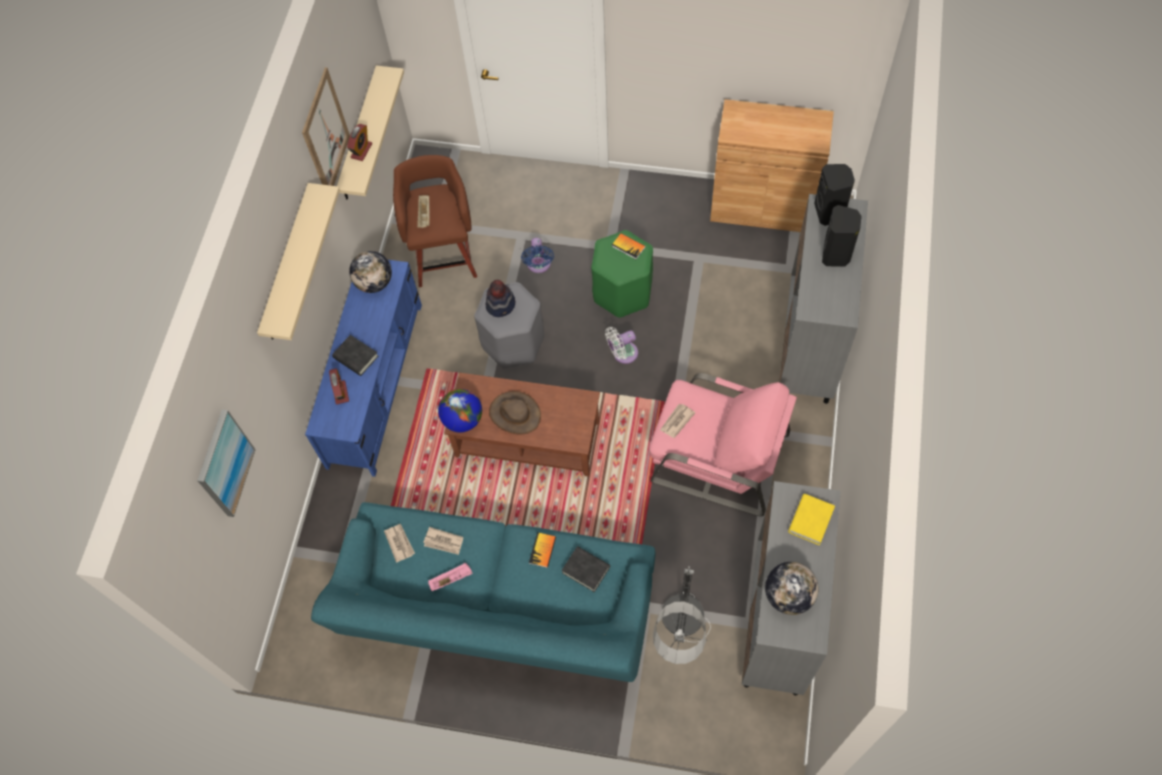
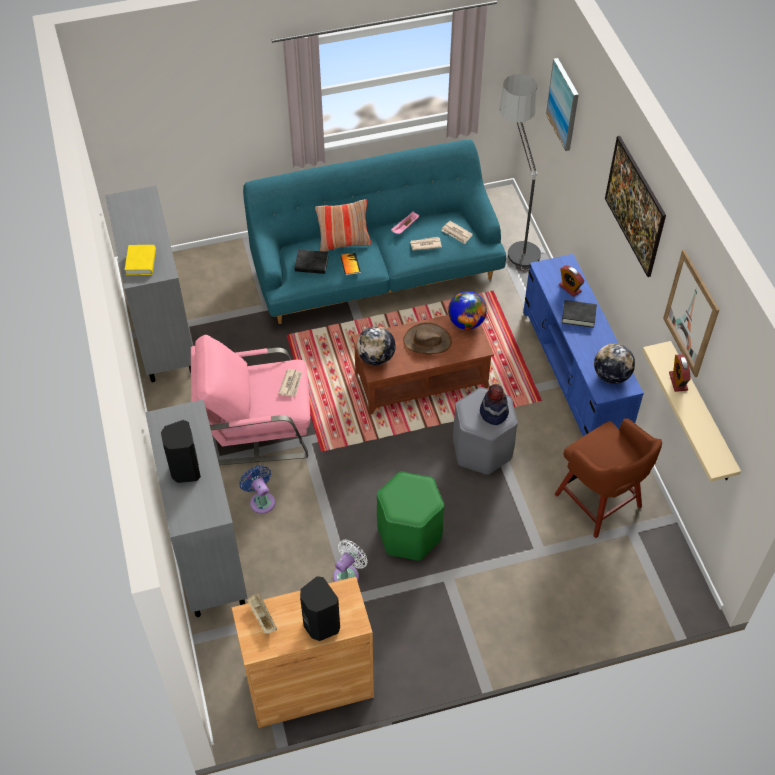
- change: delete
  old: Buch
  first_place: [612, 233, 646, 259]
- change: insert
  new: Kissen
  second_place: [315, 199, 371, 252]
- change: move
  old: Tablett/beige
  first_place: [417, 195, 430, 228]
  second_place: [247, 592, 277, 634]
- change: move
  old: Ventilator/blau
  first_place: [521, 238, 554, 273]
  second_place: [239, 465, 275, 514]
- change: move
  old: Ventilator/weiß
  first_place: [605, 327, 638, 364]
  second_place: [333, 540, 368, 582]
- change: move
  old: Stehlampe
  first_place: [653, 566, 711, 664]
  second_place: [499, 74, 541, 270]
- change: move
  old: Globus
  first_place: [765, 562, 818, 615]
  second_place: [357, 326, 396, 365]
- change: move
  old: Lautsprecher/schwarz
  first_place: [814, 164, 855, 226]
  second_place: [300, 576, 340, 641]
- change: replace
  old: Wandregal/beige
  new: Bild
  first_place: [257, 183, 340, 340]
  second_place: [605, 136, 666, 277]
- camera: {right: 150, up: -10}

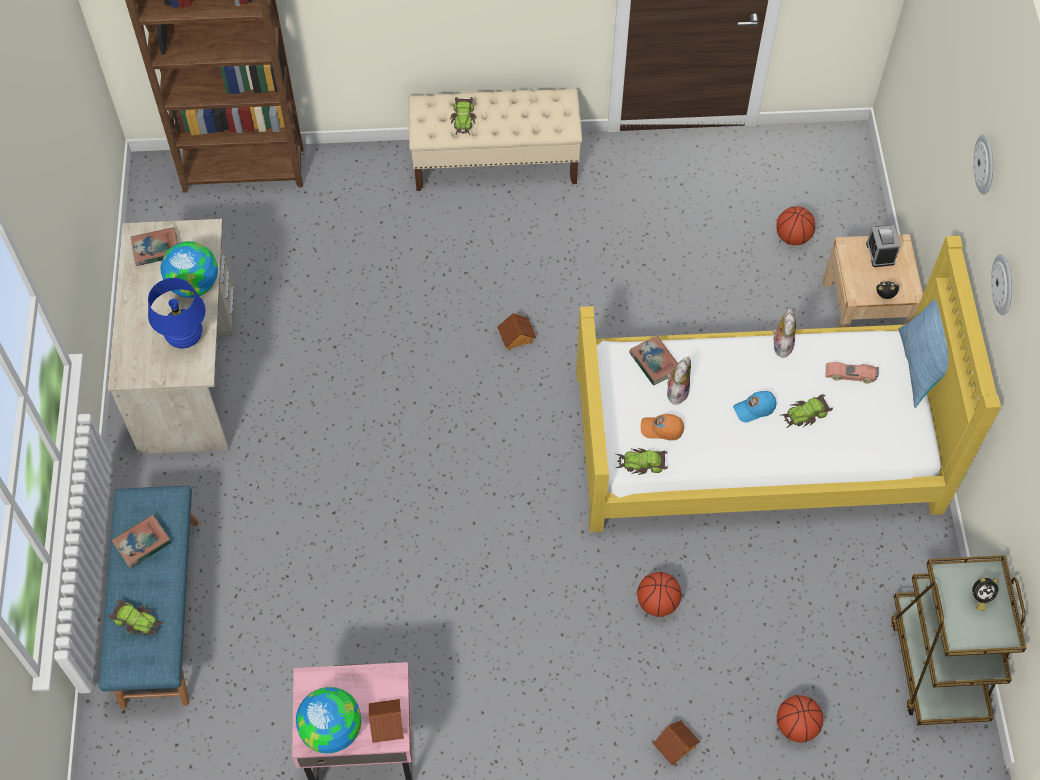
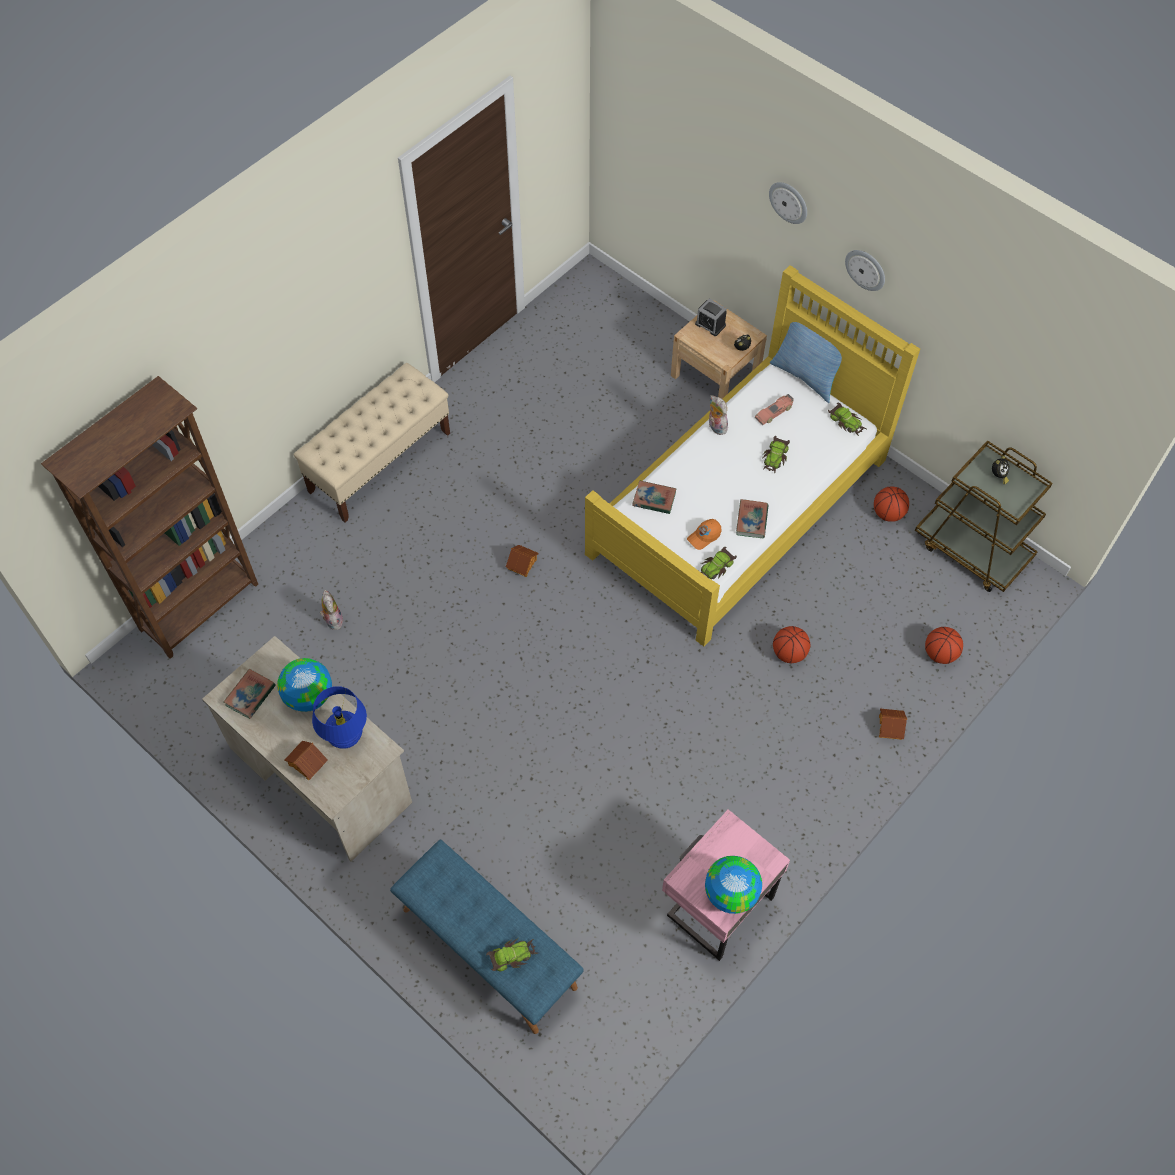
- change: delete
  old: Kappe/blau
  first_place: [733, 391, 776, 423]
- change: move
  old: Buch
  first_place: [111, 515, 171, 568]
  second_place: [736, 499, 769, 538]
- change: move
  old: Spielzeughaus
  first_place: [368, 699, 404, 743]
  second_place: [285, 741, 328, 780]
- change: move
  old: Spielzeugauto
  first_place: [450, 97, 477, 136]
  second_place: [828, 403, 868, 436]
- change: move
  old: Plüschtier
  first_place: [667, 357, 691, 405]
  second_place: [319, 590, 343, 630]
- change: move
  old: Basketball
  first_place: [776, 206, 815, 245]
  second_place: [874, 487, 909, 522]
- camera: {right: -45, up: 0}

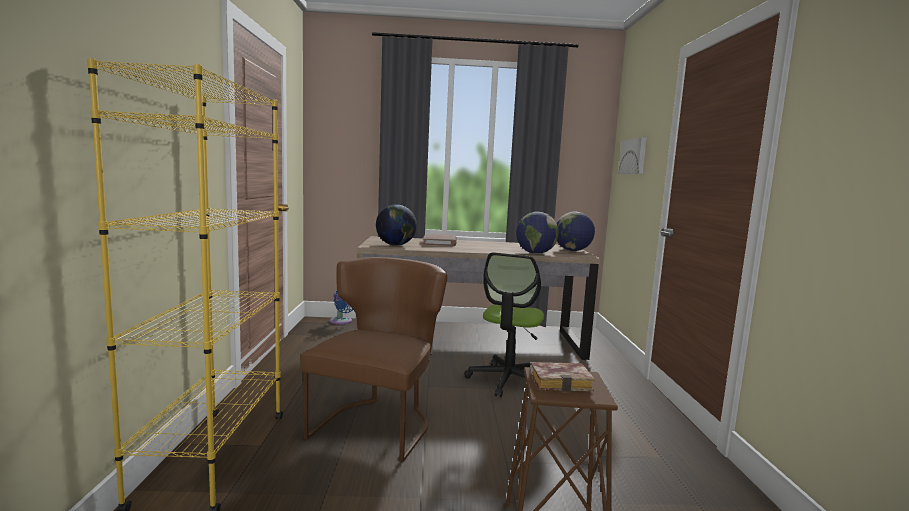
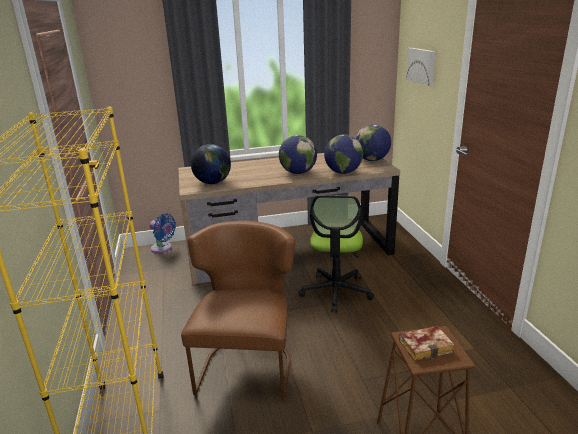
- change: delete
  old: Buch/braun
  first_place: [423, 234, 457, 246]
- change: insert
  new: Globus
  second_place: [279, 135, 317, 174]
- camera: {right: -10, up: 15}

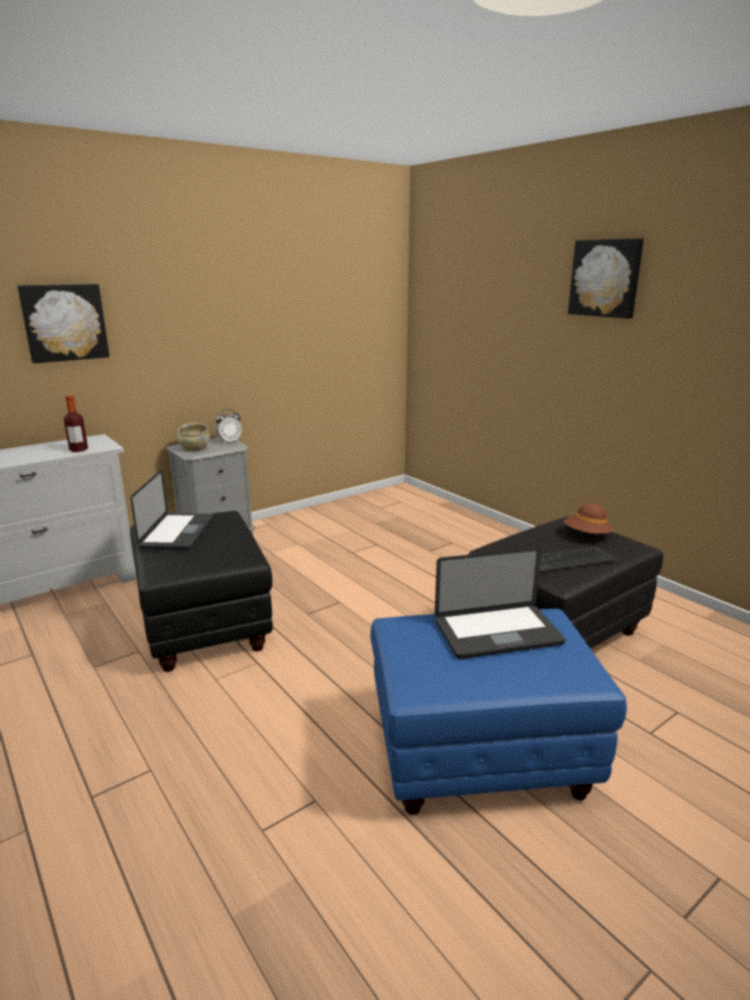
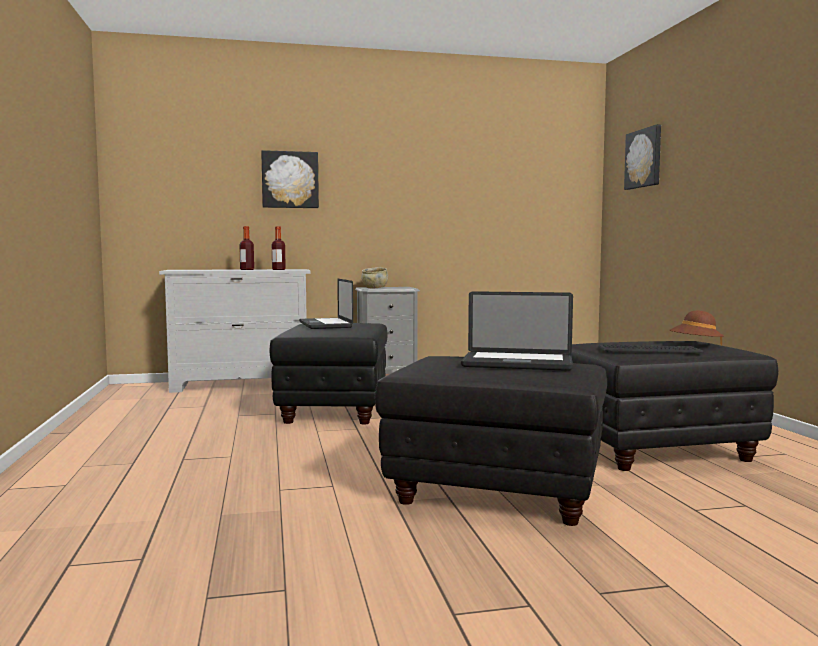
- change: delete
  old: Wecker
  first_place: [216, 409, 242, 444]
- change: insert
  new: Flasche
  second_place: [240, 226, 254, 270]
- change: move
  old: Bild
  first_place: [568, 238, 644, 319]
  second_place: [624, 124, 661, 190]
- change: recolor
  old: Polsterhocker/blau
  new: Polsterhocker/schwarz
  first_place: [370, 609, 627, 815]
  second_place: [375, 356, 607, 526]
- change: rotate
  old: Laptop
  first_place: [130, 469, 213, 550]
  second_place: [299, 279, 353, 329]
  degrees: 135
- camera: {right: 25, up: -15}

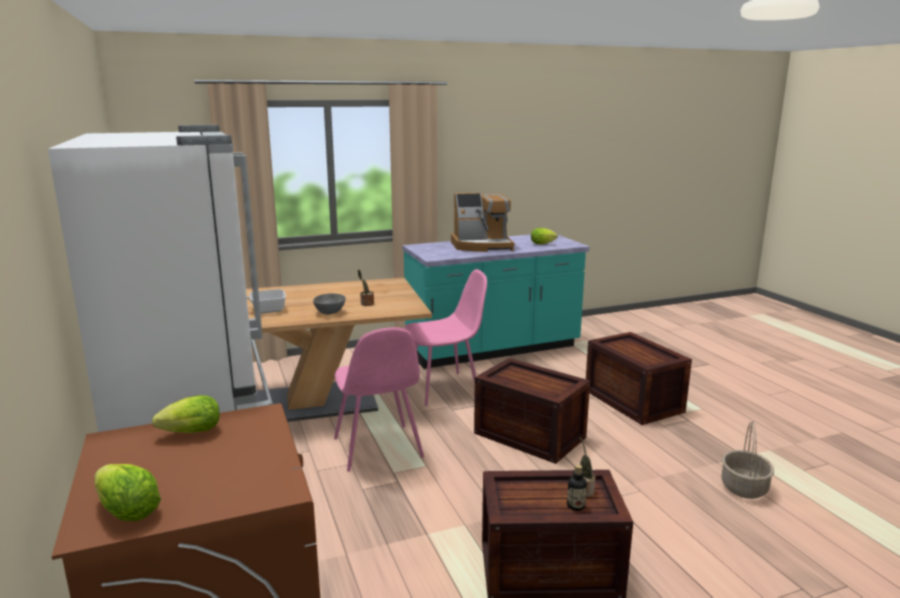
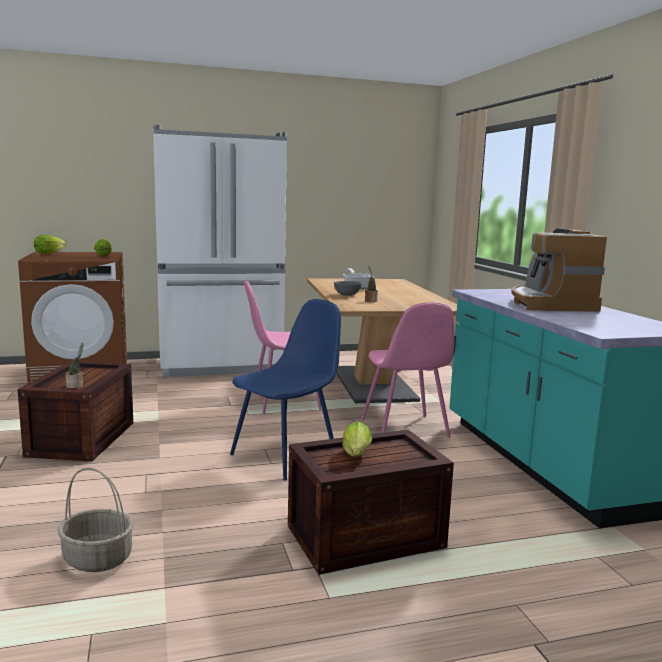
- change: delete
  old: Flasche
  first_place: [567, 464, 587, 511]
- change: move
  old: Salatkopf
  first_place: [531, 228, 558, 244]
  second_place: [342, 422, 372, 457]
- change: replace
  old: Kiste
  new: Stuhl/blau
  first_place: [474, 358, 590, 464]
  second_place: [230, 299, 341, 480]
- camera: {right: 95, up: -5}

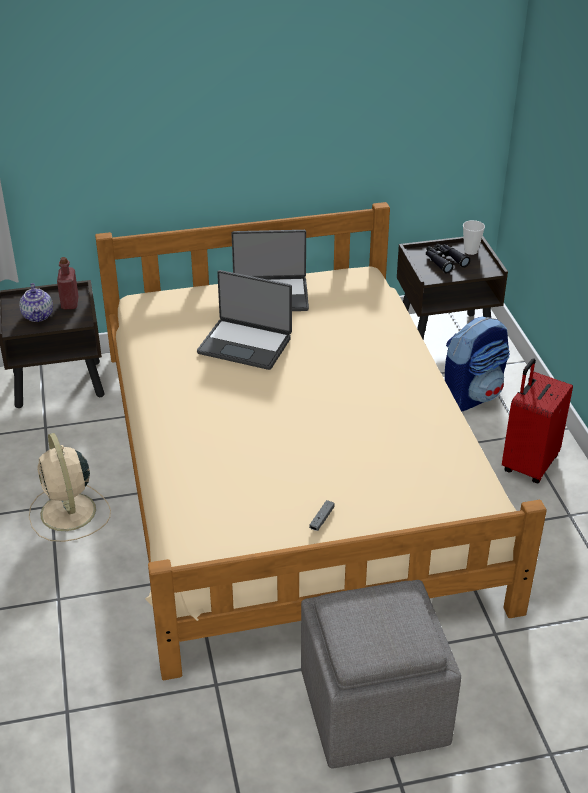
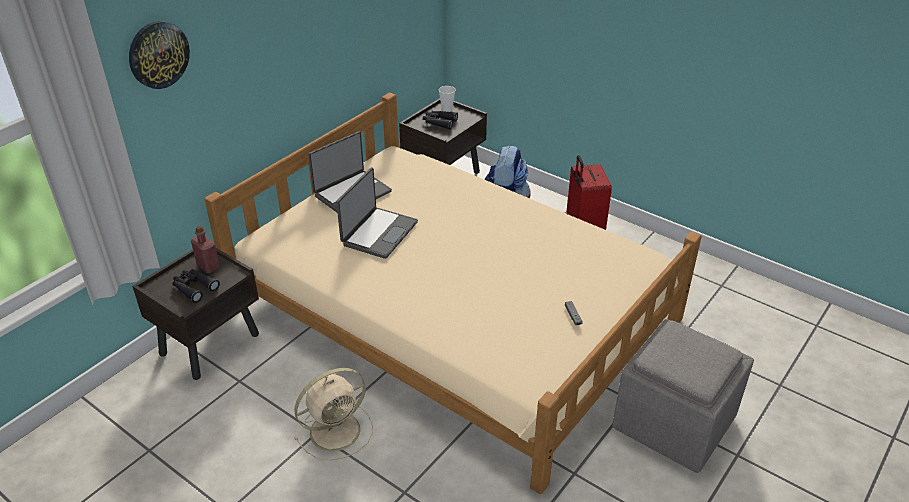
- change: insert
  new: Wanduhr
  second_place: [129, 21, 190, 89]
- change: replace
  old: Teekanne
  new: Fernglas/schwarz
  first_place: [19, 283, 53, 322]
  second_place: [173, 269, 220, 303]
- change: rotate
  old: Ventilator/beige
  first_place: [29, 433, 111, 542]
  second_place: [294, 368, 373, 461]
  degrees: -60
- change: rotate
  old: Laptop
  first_place: [197, 270, 292, 370]
  second_place: [336, 167, 418, 259]
  degrees: -45
- camera: {right: -40, up: 0}

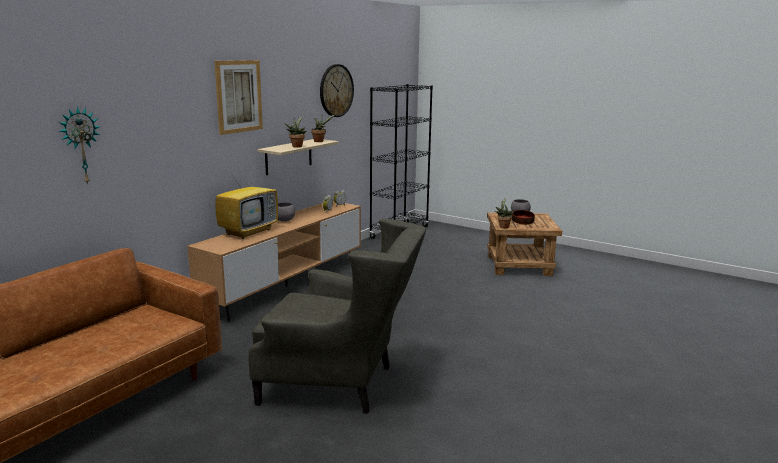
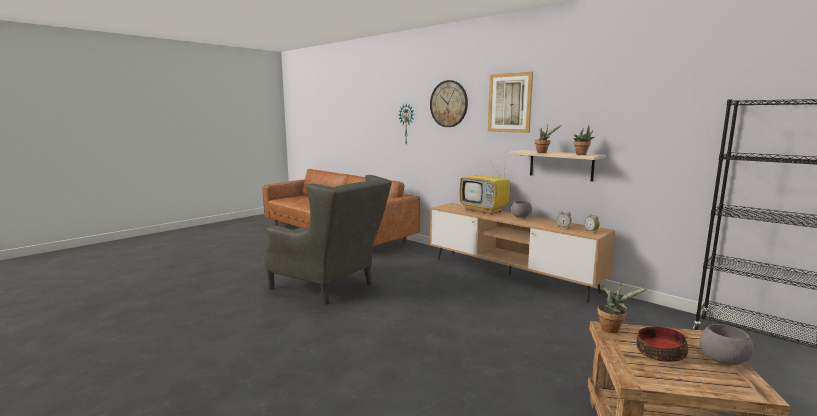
- change: move
  old: Wanduhr
  first_place: [320, 64, 354, 117]
  second_place: [430, 80, 468, 127]
- change: rotate
  old: Sessel/grau
  first_place: [248, 218, 426, 414]
  second_place: [264, 175, 392, 305]
  degrees: -75
- camera: {right: 100, up: -5}

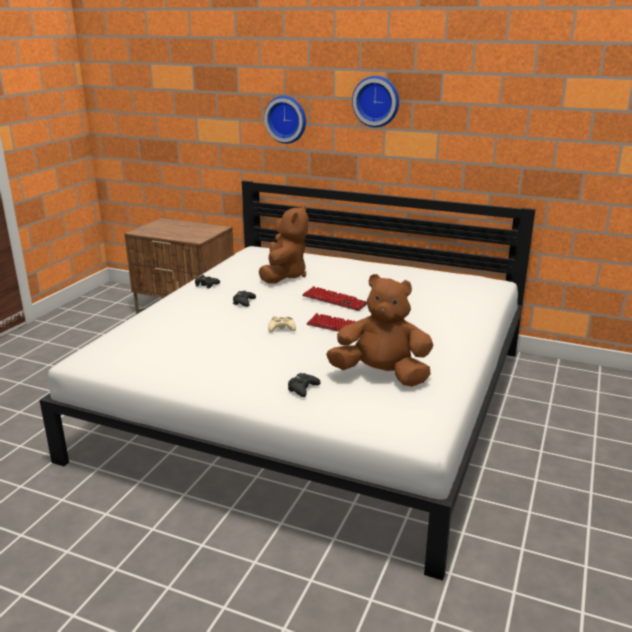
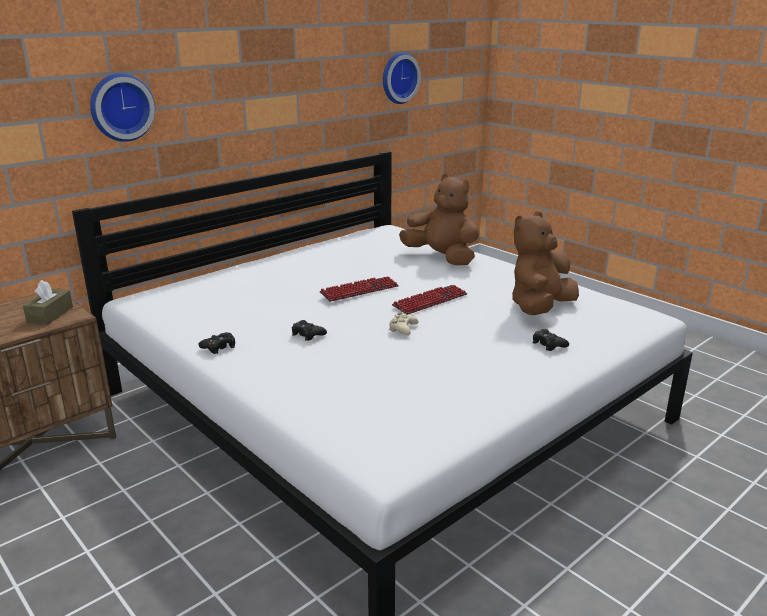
- change: insert
  new: Taschentuchbox/braun
  second_place: [23, 280, 73, 325]
- change: move
  old: Plüschtier/braun
  first_place: [259, 205, 308, 283]
  second_place: [399, 174, 479, 266]
- change: move
  old: Wanduhr
  first_place: [352, 76, 399, 127]
  second_place: [383, 52, 421, 104]
- camera: {right: -65, up: 0}

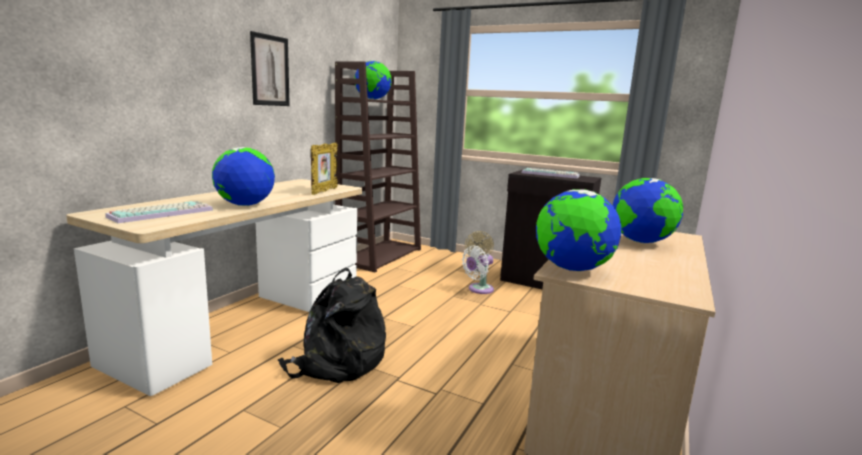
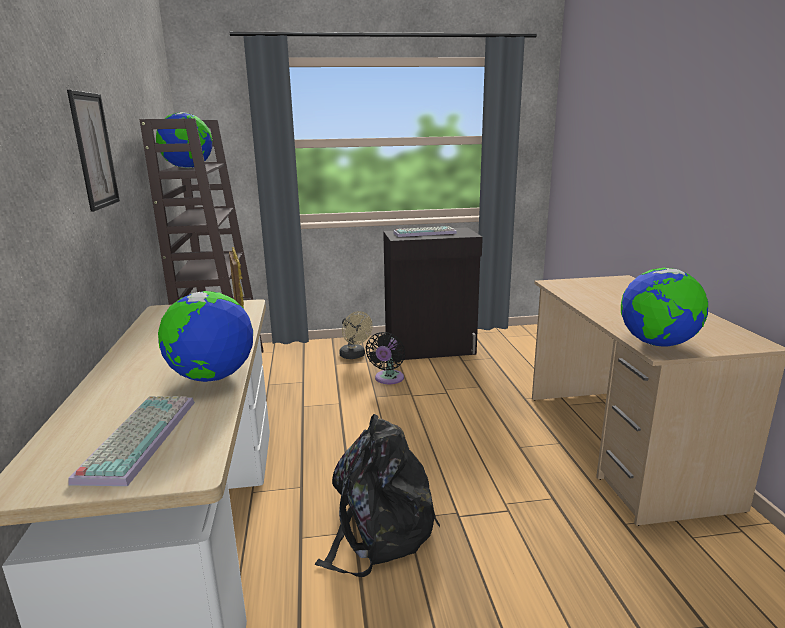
- change: delete
  old: Globus
  first_place: [613, 178, 683, 243]
- change: recolor
  old: Ventilator/weiß
  new: Ventilator/schwarz
  first_place: [462, 246, 494, 294]
  second_place: [366, 332, 405, 384]
- camera: {right: -35, up: 5}

